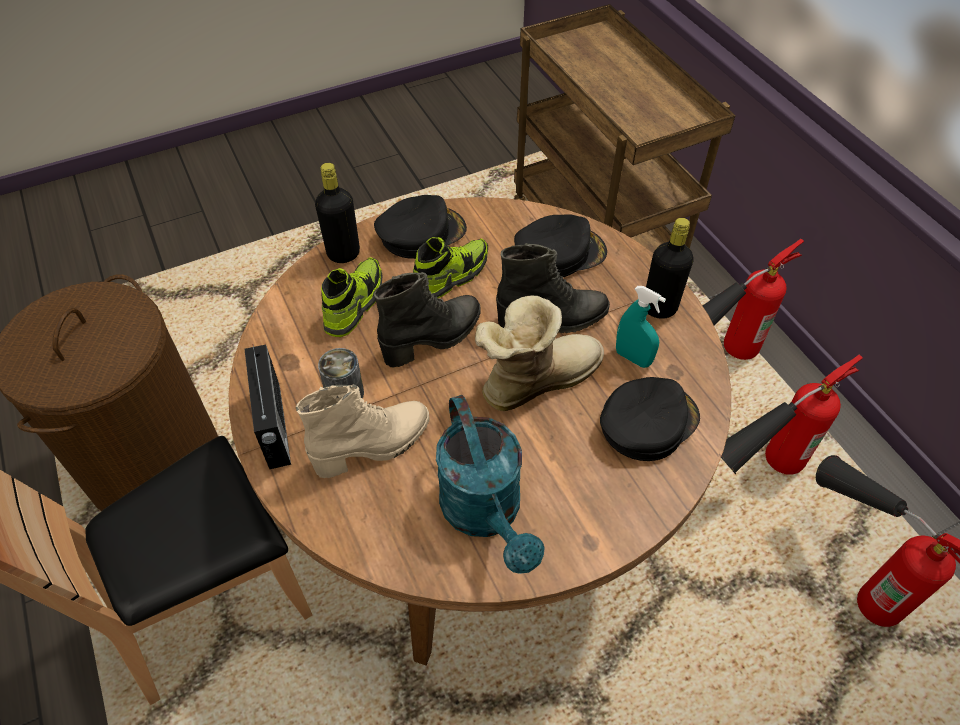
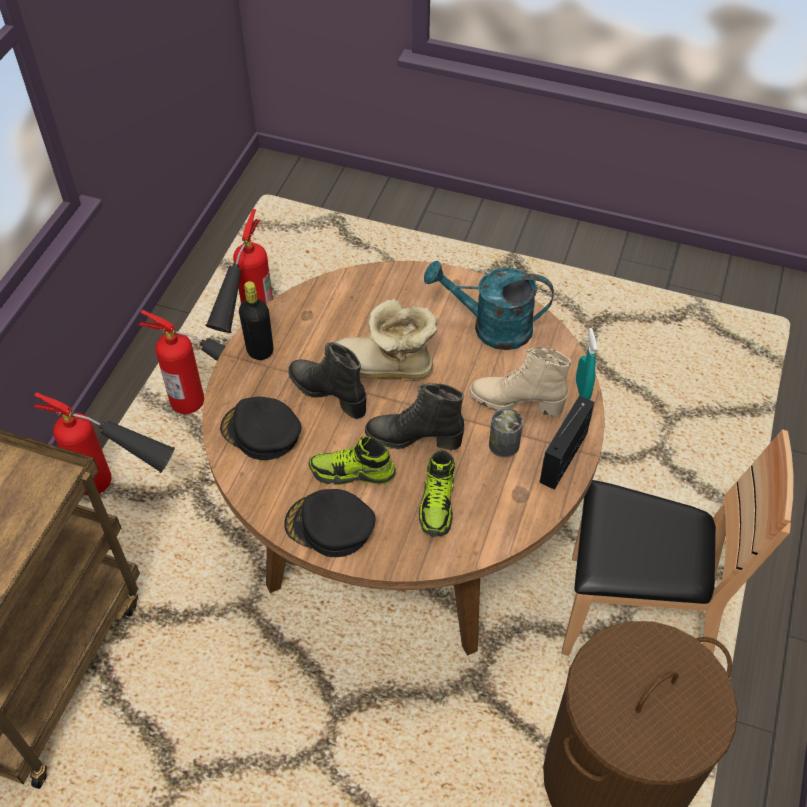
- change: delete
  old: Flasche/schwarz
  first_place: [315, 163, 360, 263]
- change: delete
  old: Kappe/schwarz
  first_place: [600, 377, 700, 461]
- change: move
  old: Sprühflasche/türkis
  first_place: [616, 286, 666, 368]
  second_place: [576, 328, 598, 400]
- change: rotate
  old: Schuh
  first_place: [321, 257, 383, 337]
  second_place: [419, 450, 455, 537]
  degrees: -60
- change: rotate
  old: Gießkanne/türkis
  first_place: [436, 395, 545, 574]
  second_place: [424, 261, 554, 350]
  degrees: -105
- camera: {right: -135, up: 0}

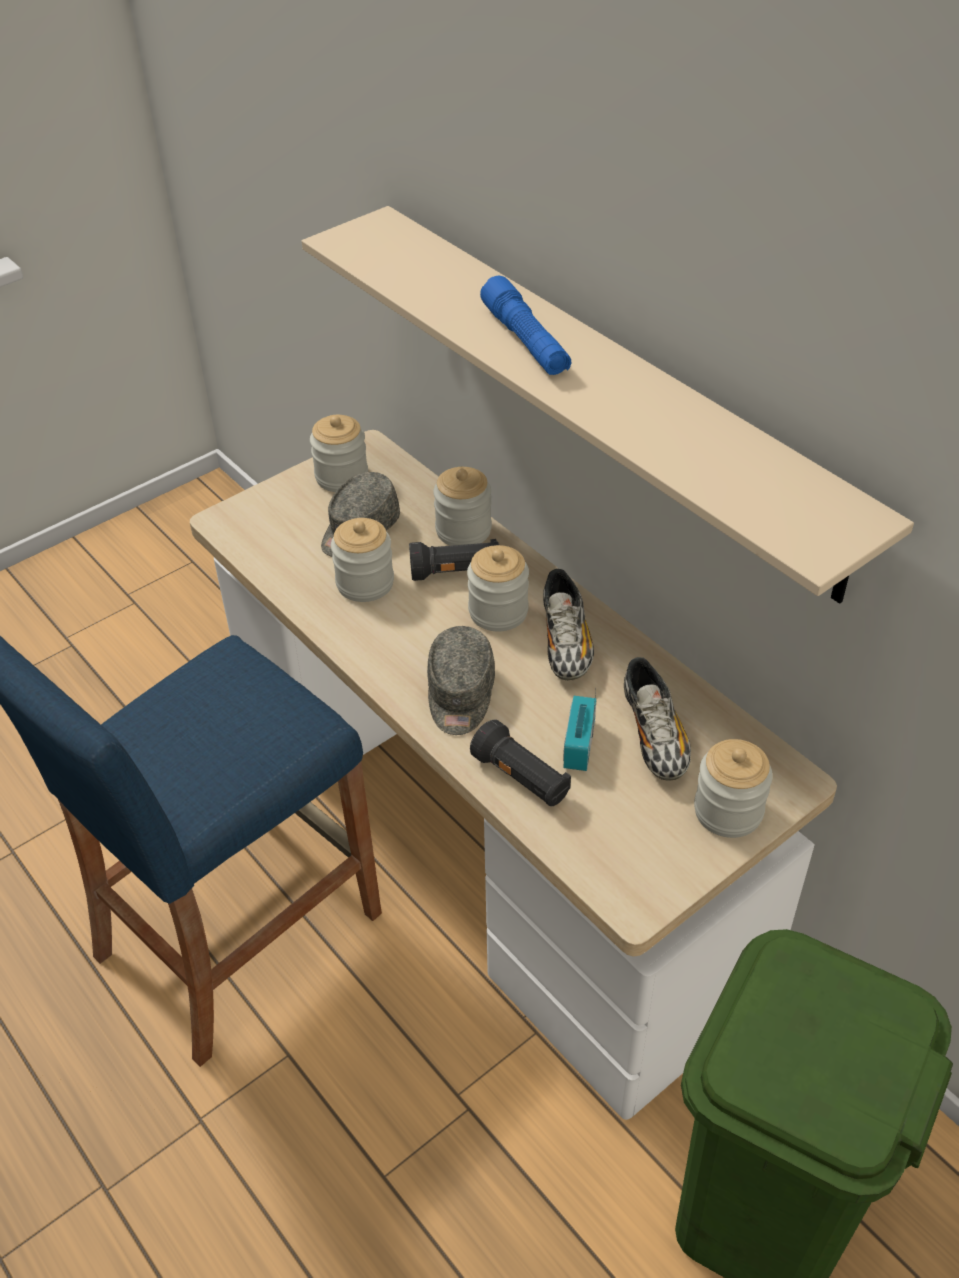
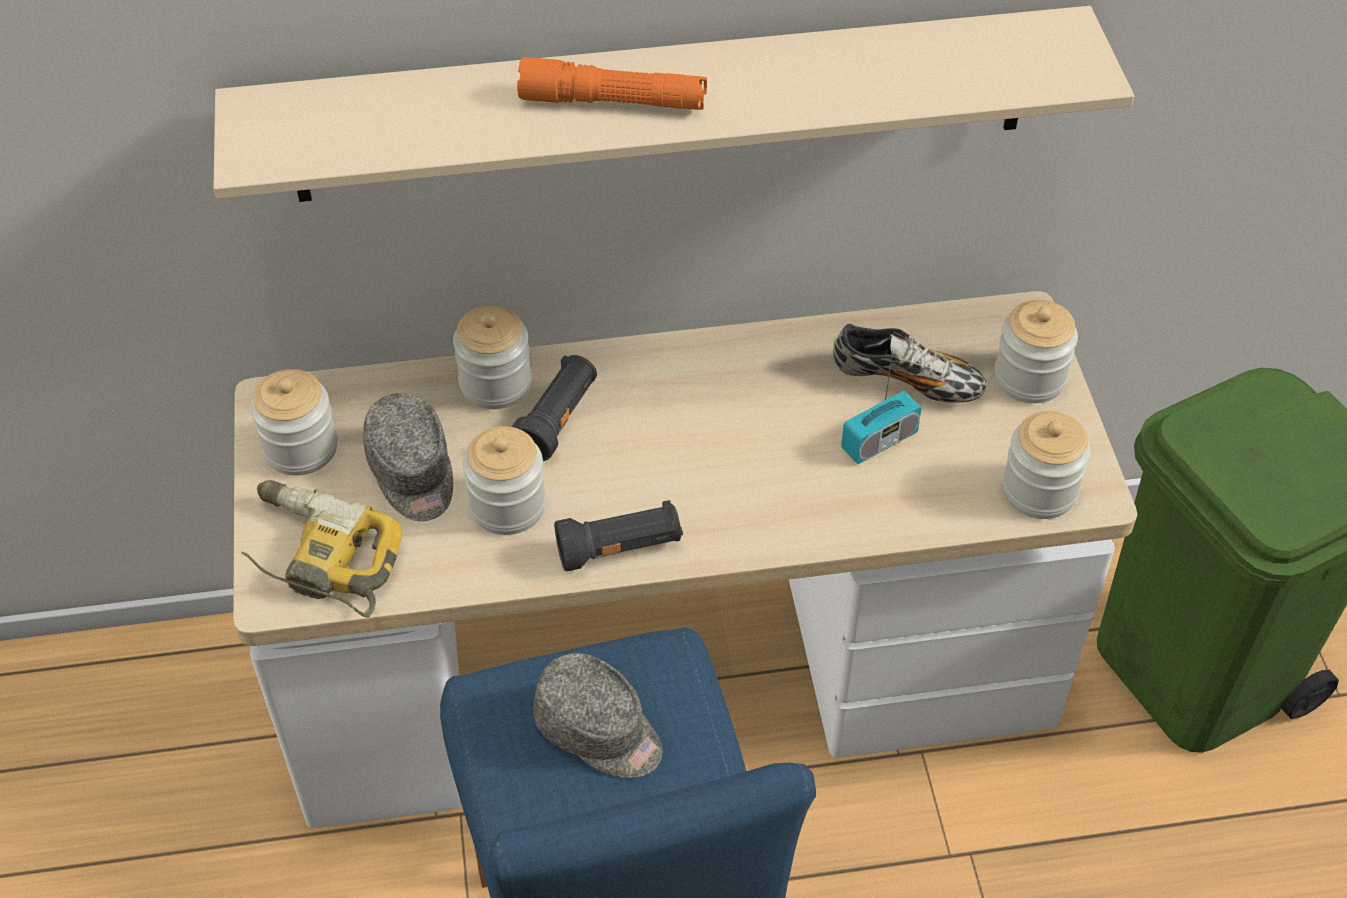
- change: delete
  old: Schuh
  first_place: [543, 569, 594, 680]
- change: insert
  new: Bohrmaschine
  second_place: [241, 480, 402, 618]
- change: move
  old: Kappe/grau
  first_place: [427, 626, 495, 735]
  second_place: [534, 653, 663, 778]
- change: move
  old: Vorratsglas
  first_place: [467, 545, 529, 631]
  second_place: [1002, 411, 1091, 519]
- change: move
  old: Taschenlampe/schwarz
  first_place: [470, 720, 571, 807]
  second_place: [554, 500, 683, 571]
- change: recolor
  old: Taschenlampe/blau
  new: Taschenlampe/orange
  first_place: [480, 276, 571, 375]
  second_place: [517, 57, 707, 110]
- change: rotate
  old: Radio
  first_place: [563, 691, 597, 771]
  second_place: [841, 349, 922, 464]
  degrees: -75
- camera: {right: -60, up: 5}

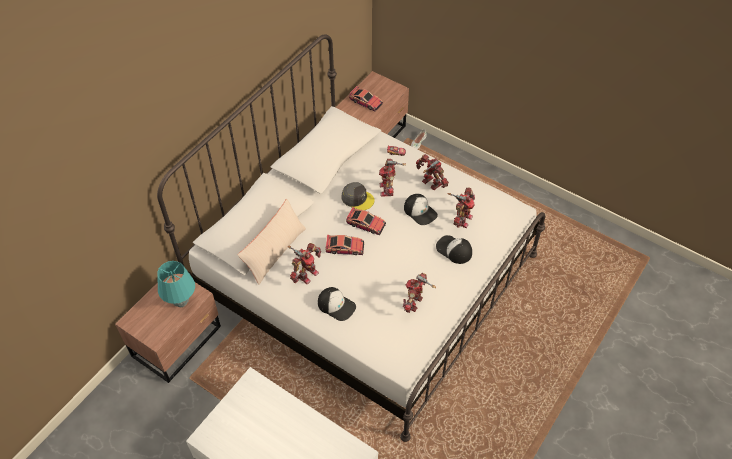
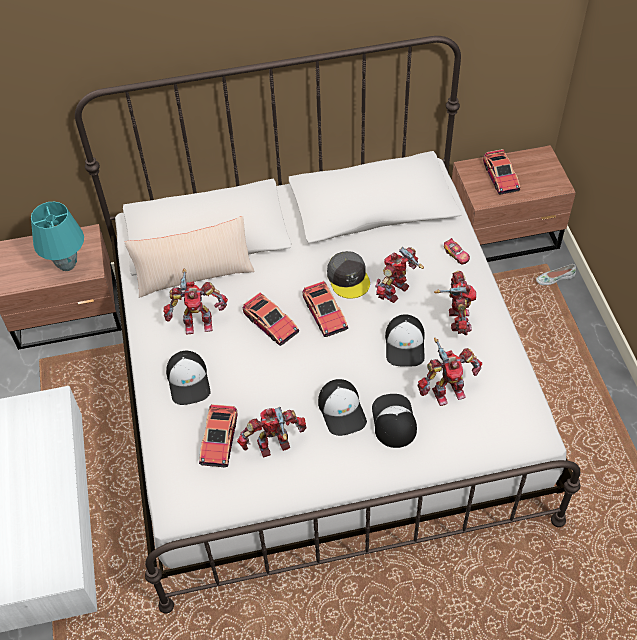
- change: insert
  new: Spielzeugauto
  second_place: [199, 404, 237, 467]
- change: insert
  new: Kappe
  second_place: [318, 379, 367, 436]
- camera: {right: 45, up: 0}

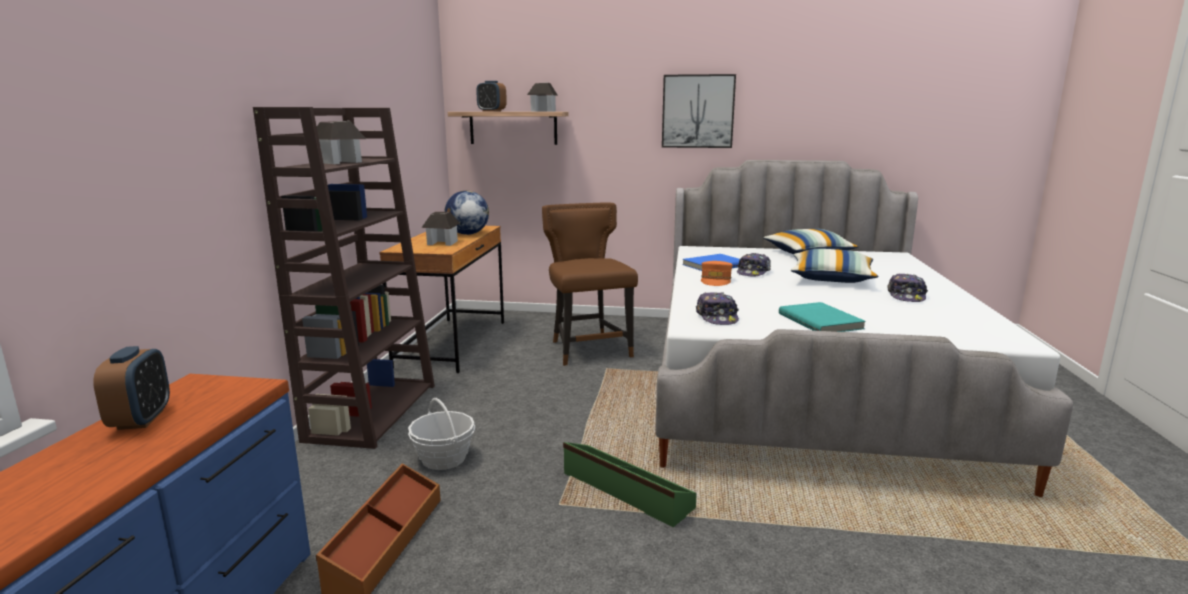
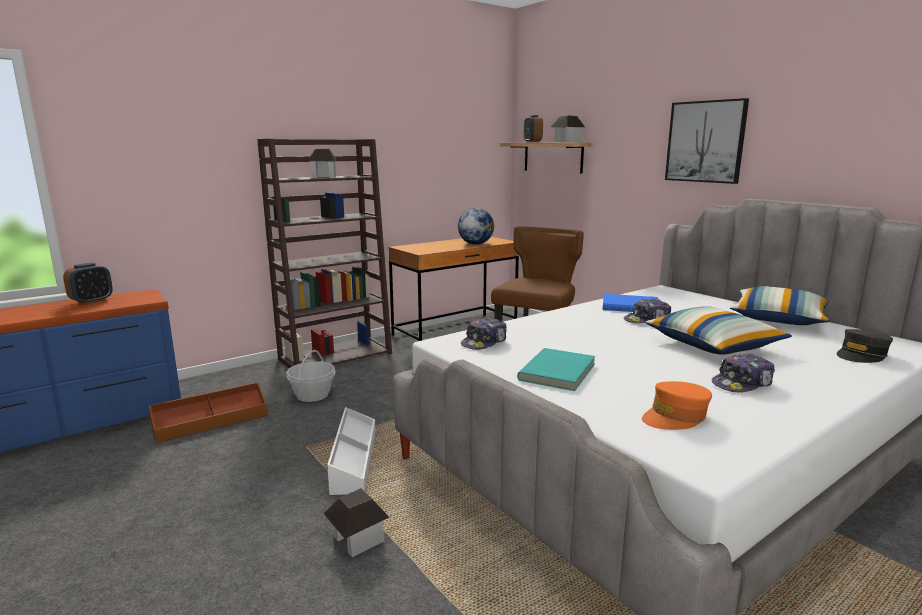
- change: insert
  new: Kappe/grau
  second_place: [837, 329, 893, 363]
- change: move
  old: Spielzeughaus
  first_place: [421, 212, 460, 246]
  second_place: [324, 488, 389, 557]
- change: move
  old: Kappe/orange
  first_place: [701, 261, 733, 286]
  second_place: [642, 381, 712, 430]
- change: recolor
  old: Aufbewahrungsbox/grün
  new: Aufbewahrungsbox/weiß
  first_place: [563, 442, 697, 527]
  second_place: [327, 407, 376, 495]
- camera: {right: 45, up: 0}

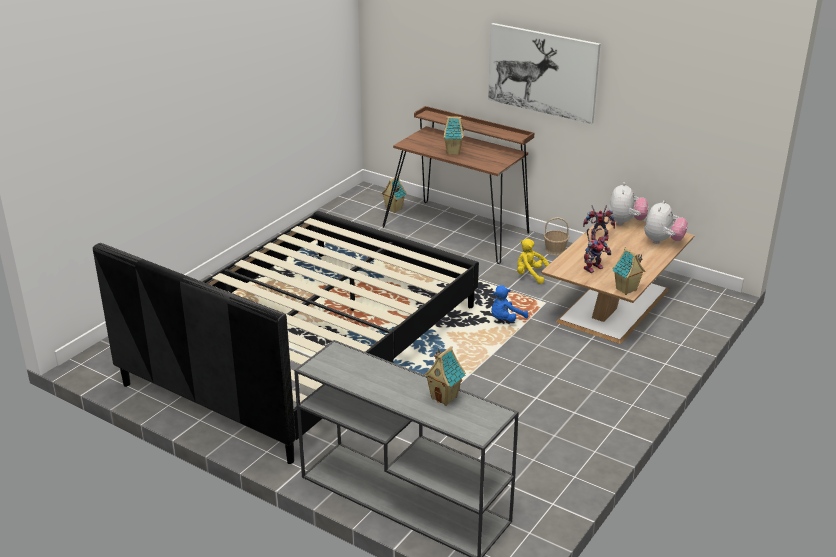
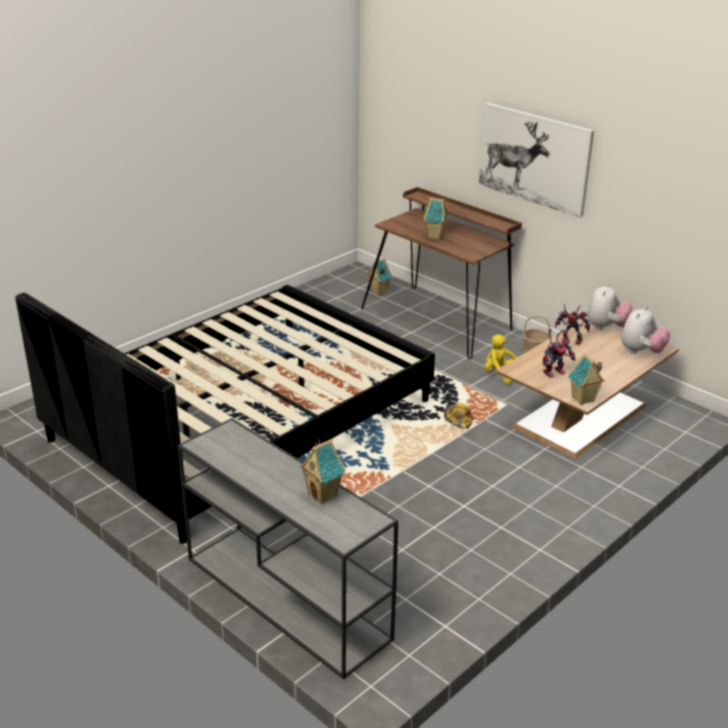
- change: replace
  old: Plüschtier/blau
  new: Kappe
  first_place: [491, 285, 528, 322]
  second_place: [444, 403, 473, 429]
- camera: {right: 10, up: 0}

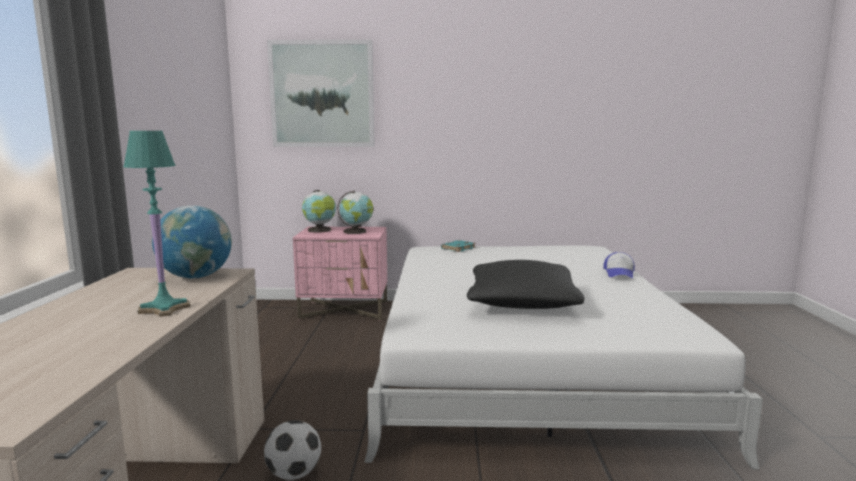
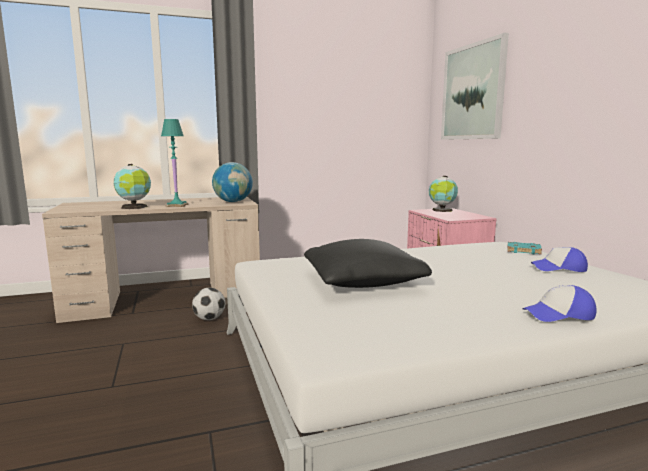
- change: insert
  new: Kappe
  second_place: [531, 247, 588, 272]
- change: move
  old: Globus
  first_place: [337, 191, 373, 234]
  second_place: [114, 164, 151, 209]
- camera: {right: 70, up: 0}

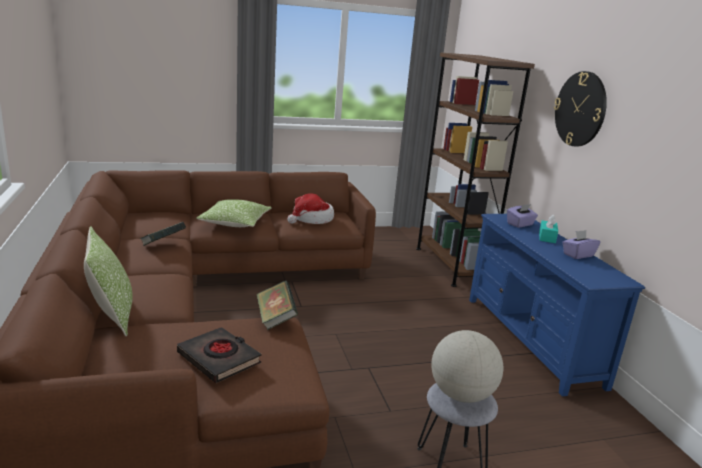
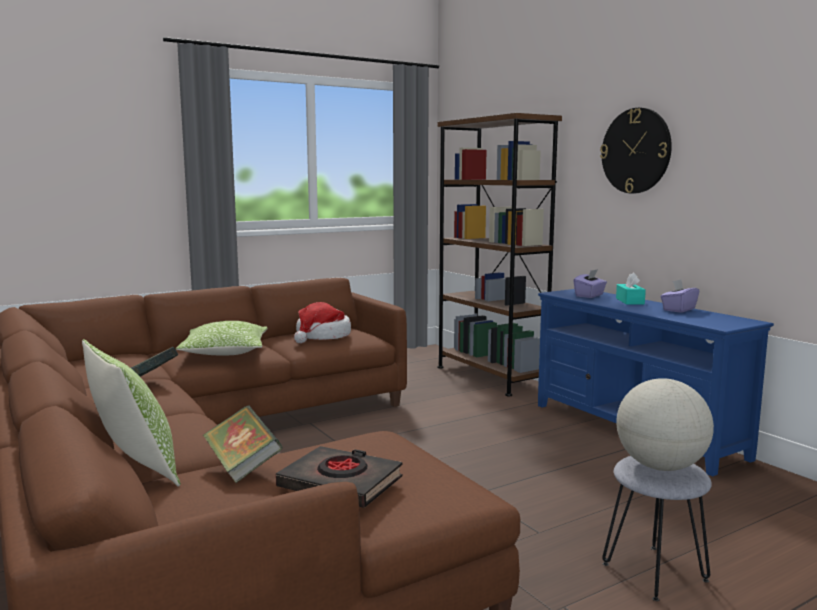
- change: move
  old: Buch
  first_place: [256, 281, 298, 330]
  second_place: [202, 405, 283, 483]
- camera: {right: -15, up: -10}

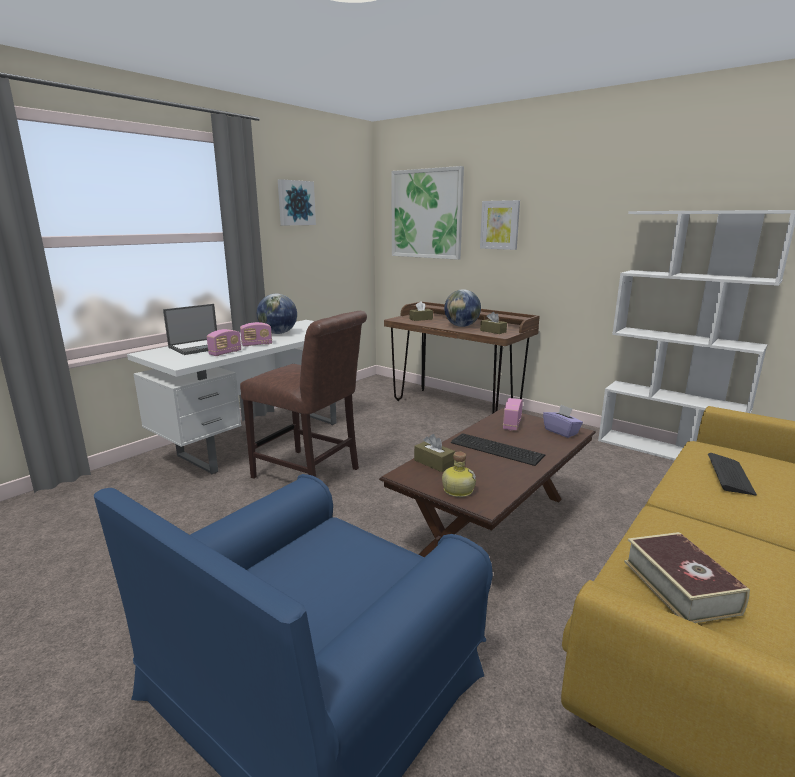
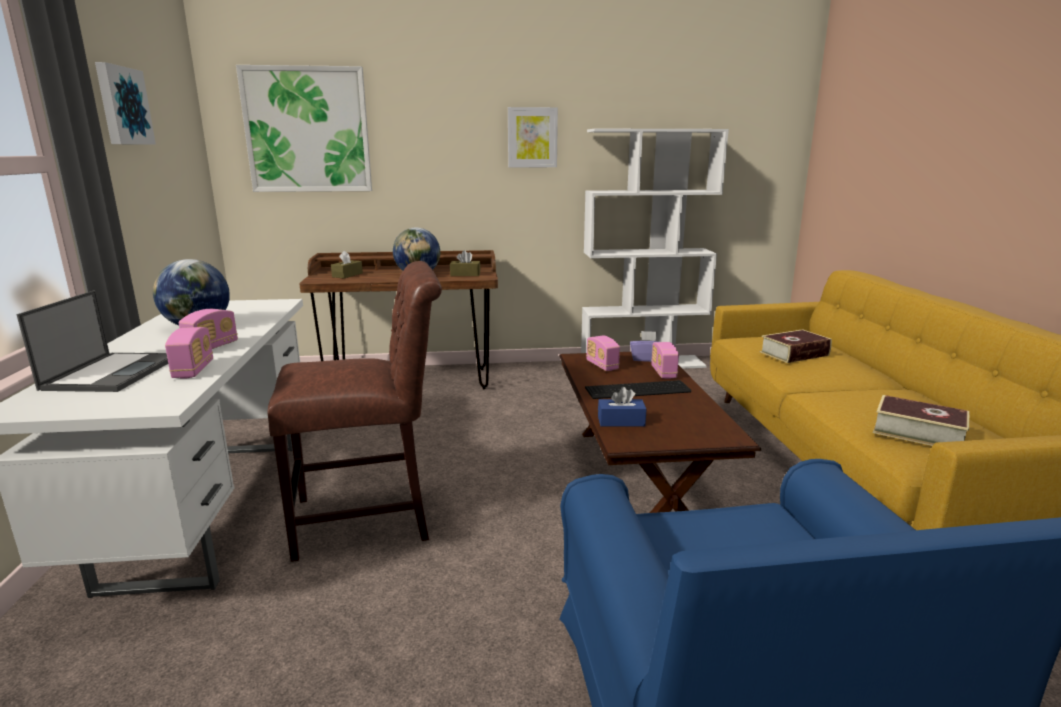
- change: delete
  old: Flasche
  first_place: [442, 452, 476, 497]
- change: insert
  new: Radio
  second_place: [651, 342, 679, 379]
- change: move
  old: Bild
  first_place: [480, 200, 520, 250]
  second_place: [508, 107, 558, 167]
- change: replace
  old: Tastatur
  new: Buch
  first_place: [708, 453, 757, 495]
  second_place: [760, 329, 832, 363]
- change: recolor
  old: Taschentuchbox/braun
  new: Taschentuchbox/blau
  first_place: [414, 434, 455, 472]
  second_place: [598, 387, 646, 427]
- camera: {right: -45, up: 0}

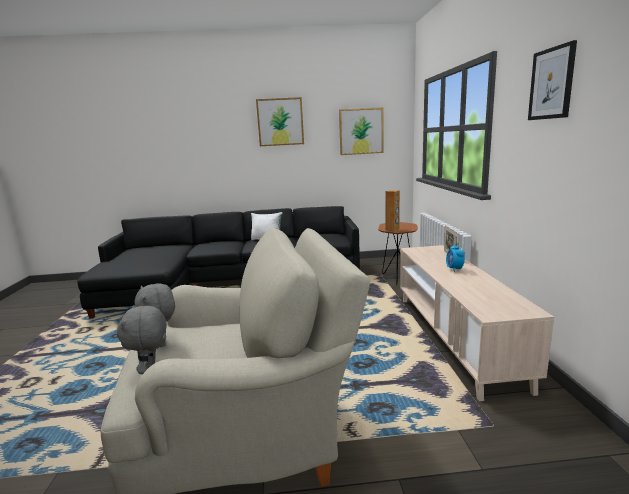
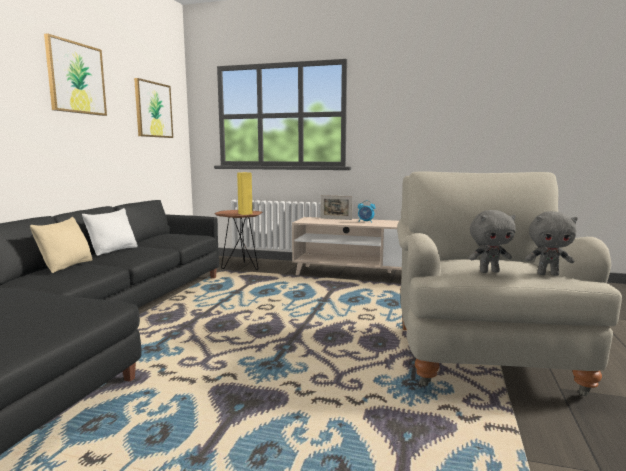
- change: delete
  old: Bild
  first_place: [528, 40, 577, 120]
- change: insert
  new: Kissen/beige
  second_place: [30, 217, 93, 273]
- change: recolor
  old: Lautsprecher/braun
  new: Lautsprecher/gelb
  first_place: [385, 190, 400, 231]
  second_place: [237, 172, 253, 215]
- camera: {right: -70, up: -5}

